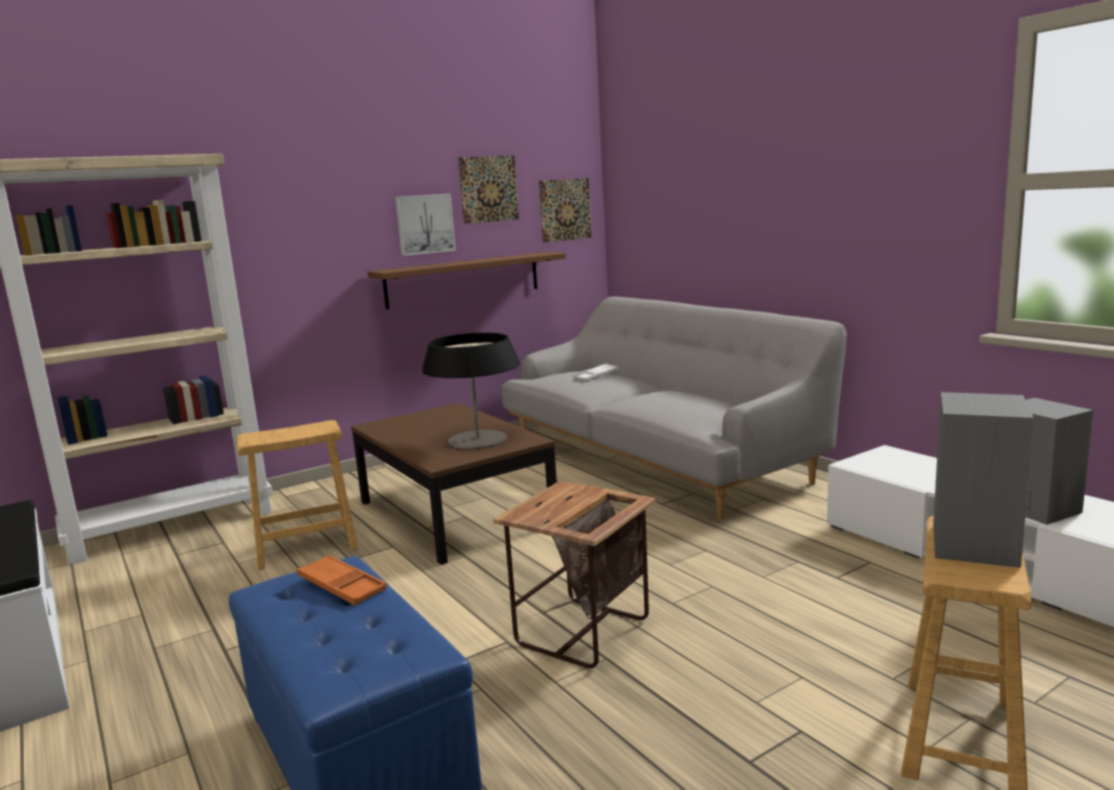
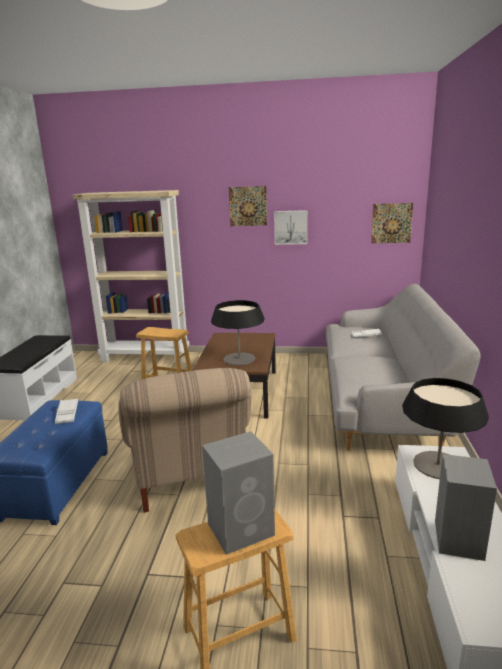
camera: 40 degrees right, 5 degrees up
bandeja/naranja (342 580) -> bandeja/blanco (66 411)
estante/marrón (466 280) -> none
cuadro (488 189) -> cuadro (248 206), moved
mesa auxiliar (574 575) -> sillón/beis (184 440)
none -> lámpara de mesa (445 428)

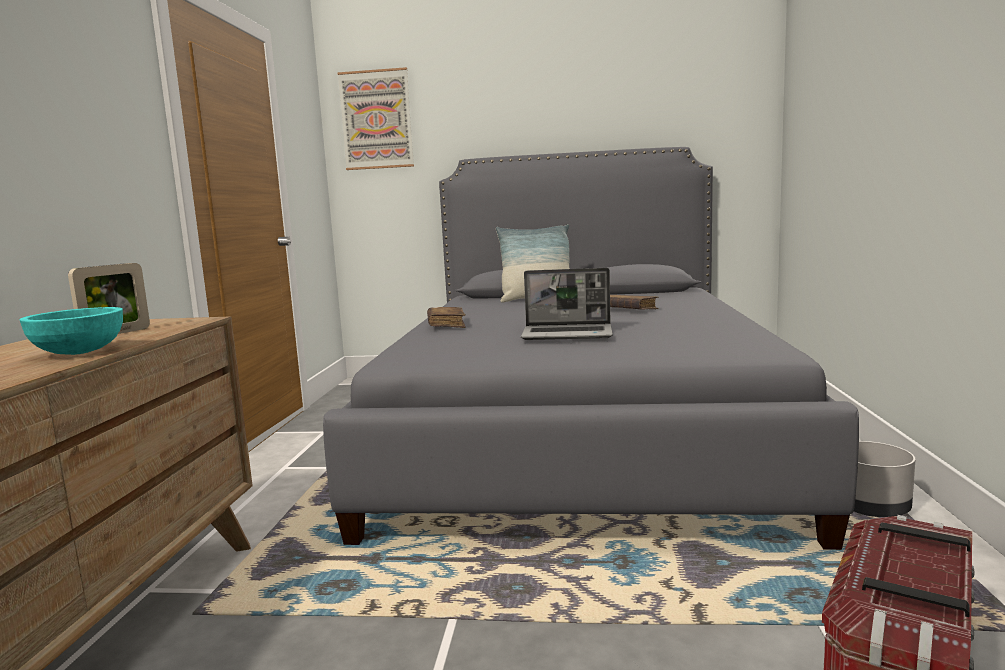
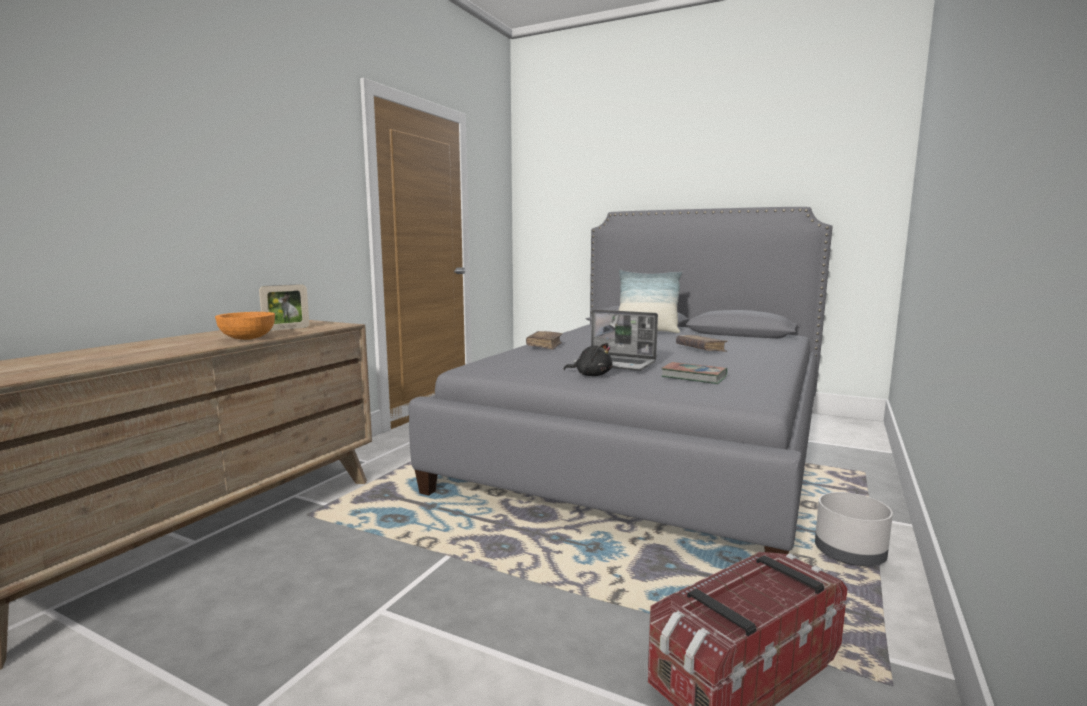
camera: 20 degrees right, 0 degrees up
cuenco/turquesa (71 331) -> cuenco/naranja (245 326)
cuadro (375 118) -> none
none -> peluche/negro (588 359)
none -> libro (694 373)

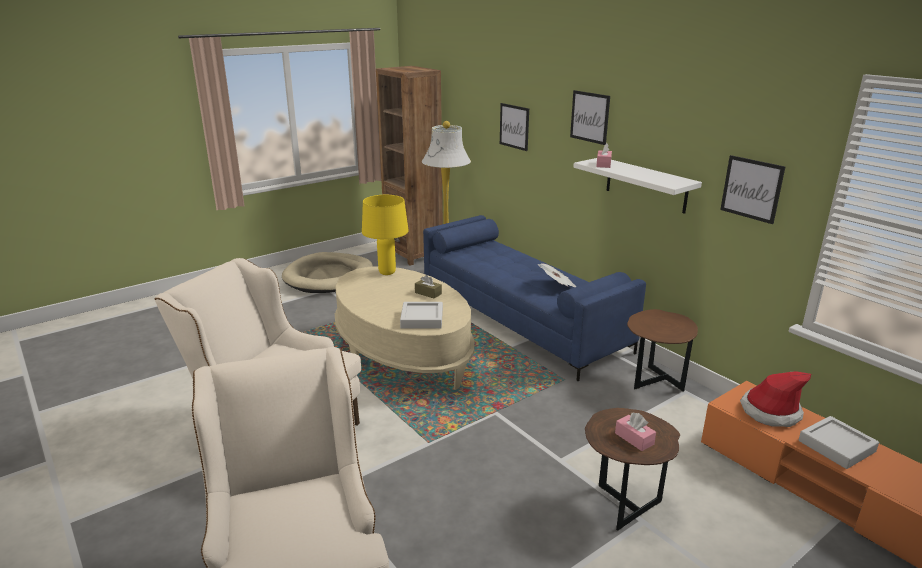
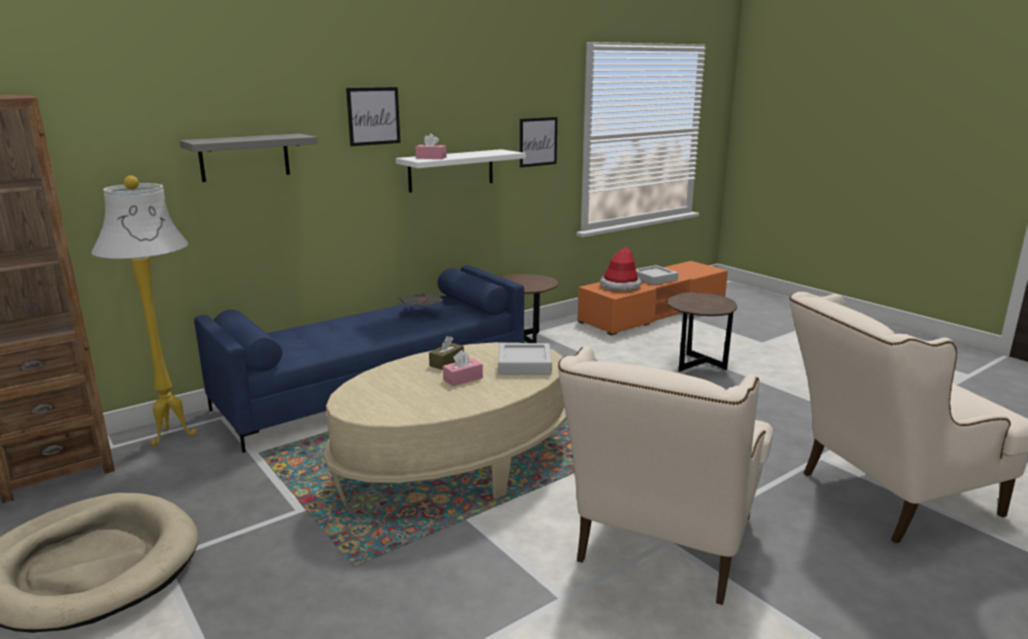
camera: 90 degrees left, 5 degrees down
lámpara de mesa/amarillo (385 235) -> none
cuadro (514 127) -> estante/gris (249 158)
caja de pañuelos/rosa (635 431) -> caja de pañuelos/rosa (463 368), moved

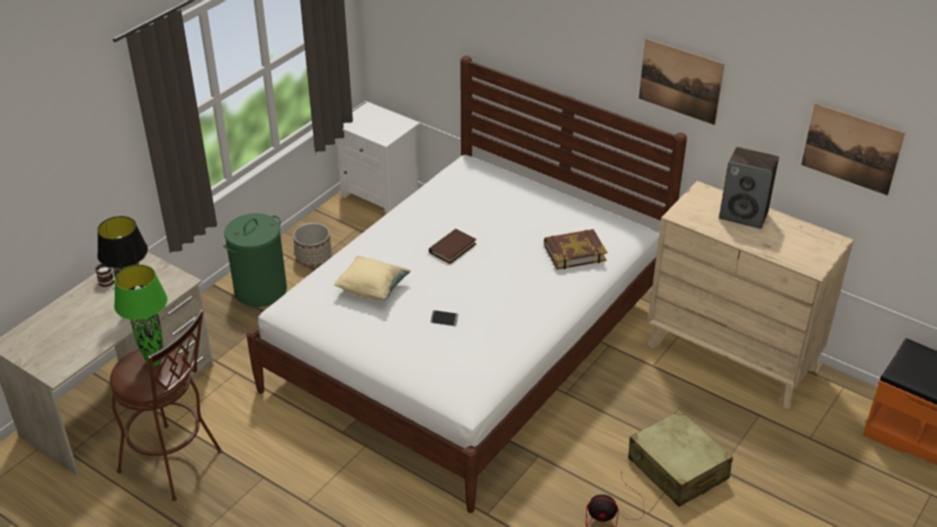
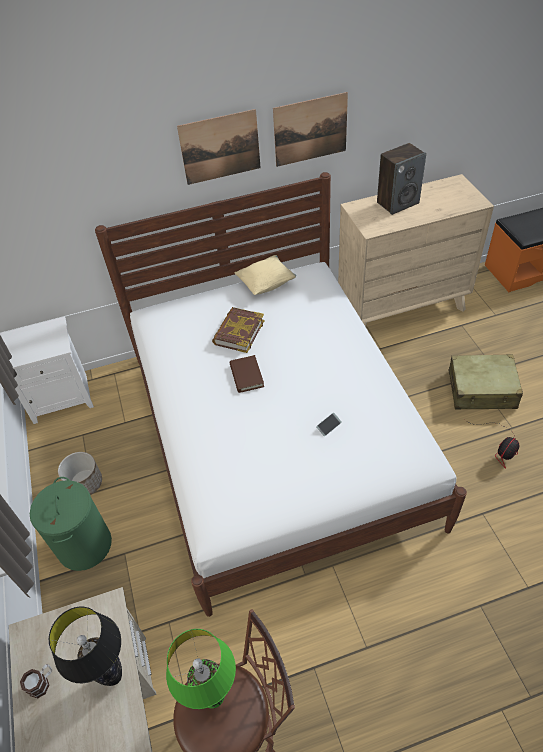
camera: 50 degrees left, 10 degrees up
cojín/beis (372 277) -> cojín/beis (265 275), moved
libro (575 249) -> libro (238 330), moved
cuadro (853 149) -> cuadro (219 147), moved

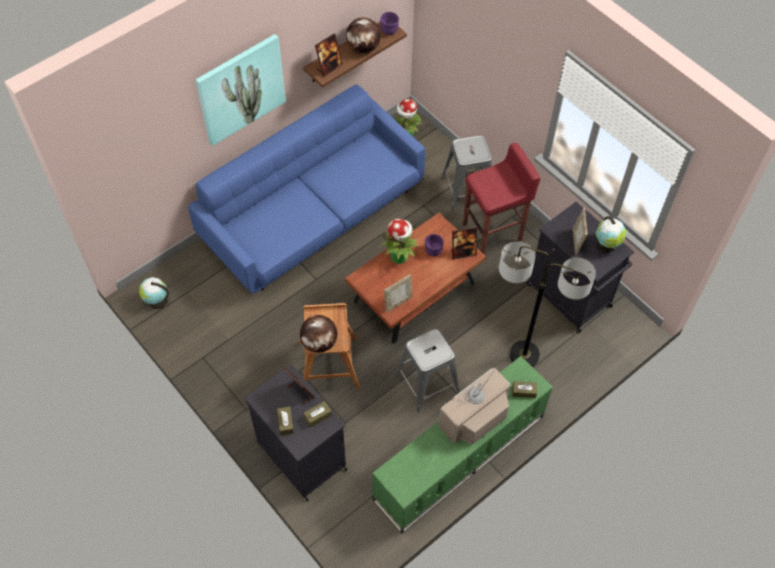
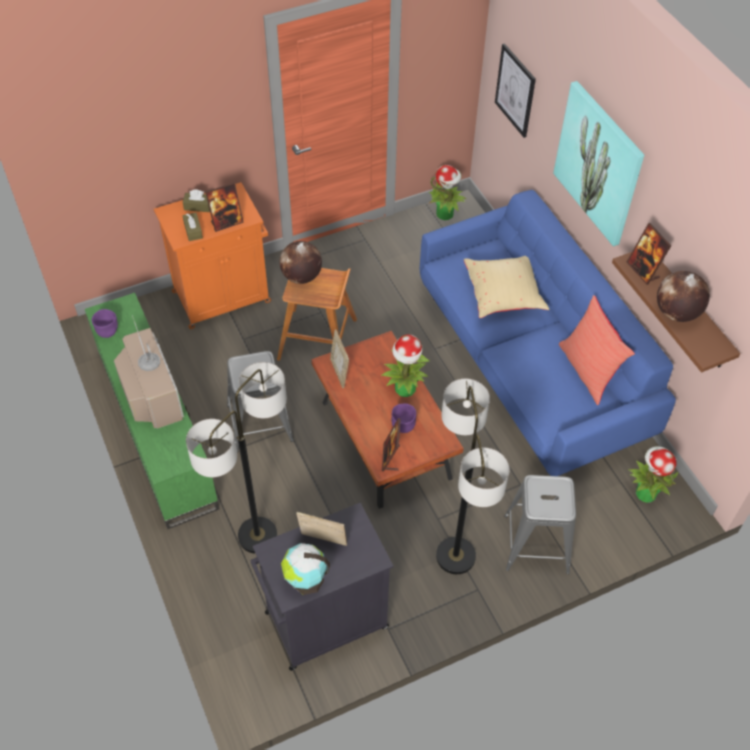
camera: 105 degrees right, 5 degrees down
globo terráqueo (154 293) -> planta en maceta (447 192)
armario/negro (295 432) -> armario/naranja (212 255)
cuenco/morado (389 23) -> cuenco/morado (105 323), moved
taburete/rojo (501 198) -> lámpara de pie (473 476)
caja de pañuelos/marrón (524 389) -> none
none -> cojín/beis (506 287)
none -> cuadro (515 90)
none -> cojín/rojo (597 350)

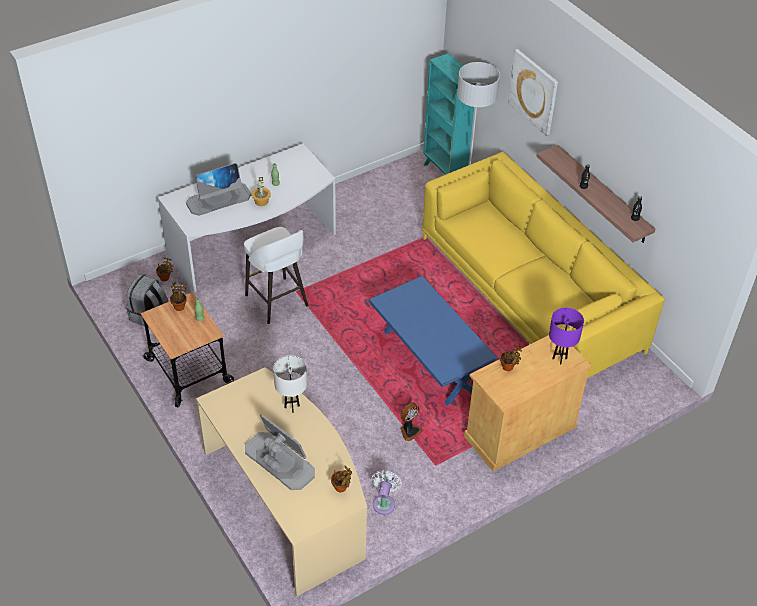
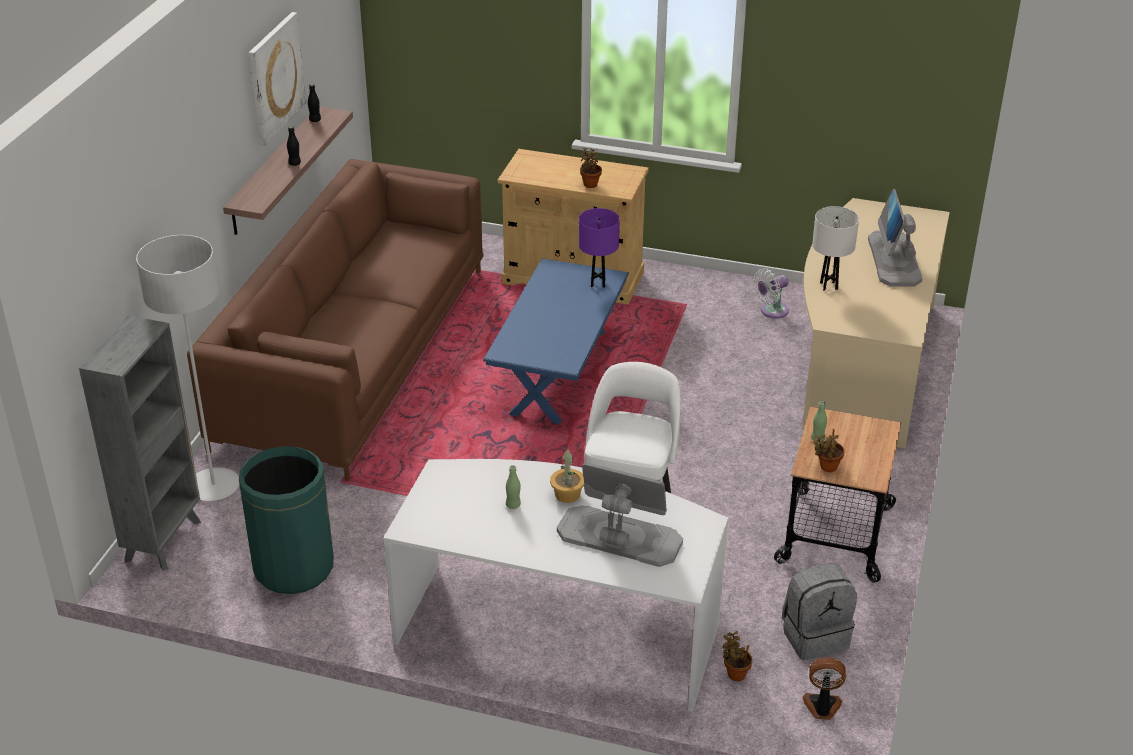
camera: 130 degrees left, 10 degrees down
planta en maceta (341 479) -> none
ventilador (411 422) -> ventilador (824 688), moved
sofá/amarillo (543 265) -> sofá/marrón (335 320)
estantería/turquesa (450 114) -> estantería/gris (140 443)
cuadro (533 92) -> cuadro (277 79), moved
lámpara de mesa/morado (566 336) -> lámpara de mesa/morado (599 248), moved
none -> papelera/verde (286 520)

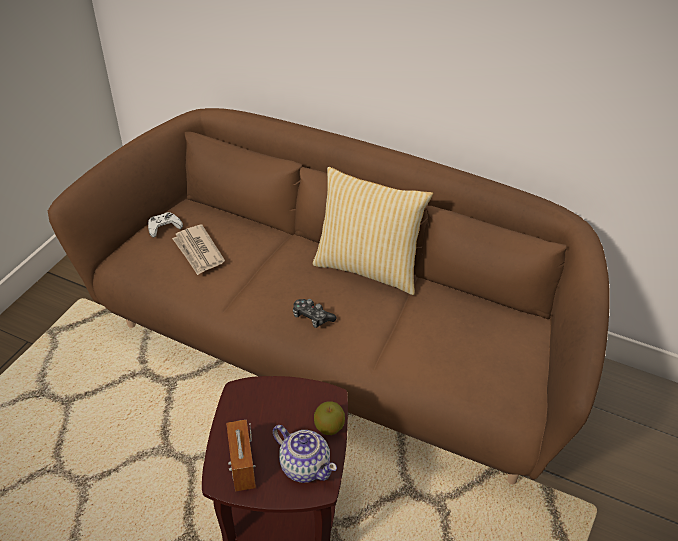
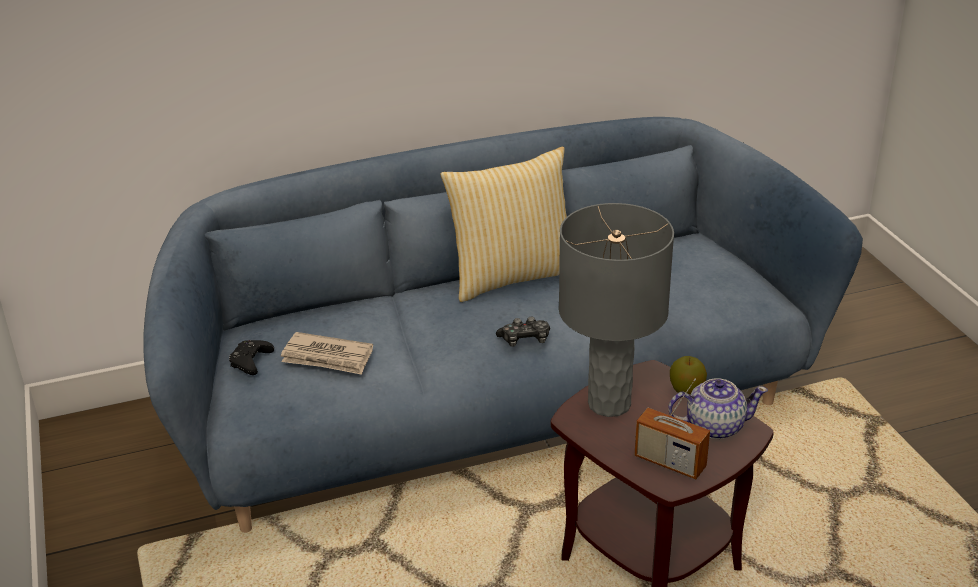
camera: 45 degrees left, 10 degrees down
sofá/marrón (329 296) -> sofá/azul (503 325)
mando de consola/blanco (165 224) -> mando de consola/negro (251 357)
none -> lámpara de mesa/gris (616 310)

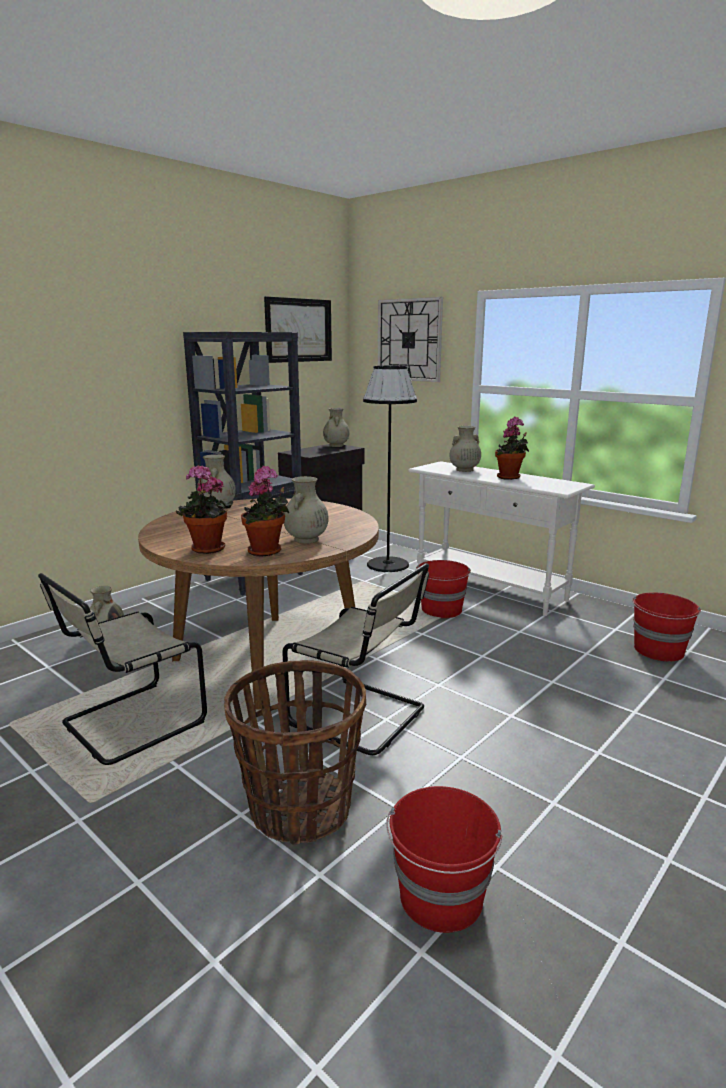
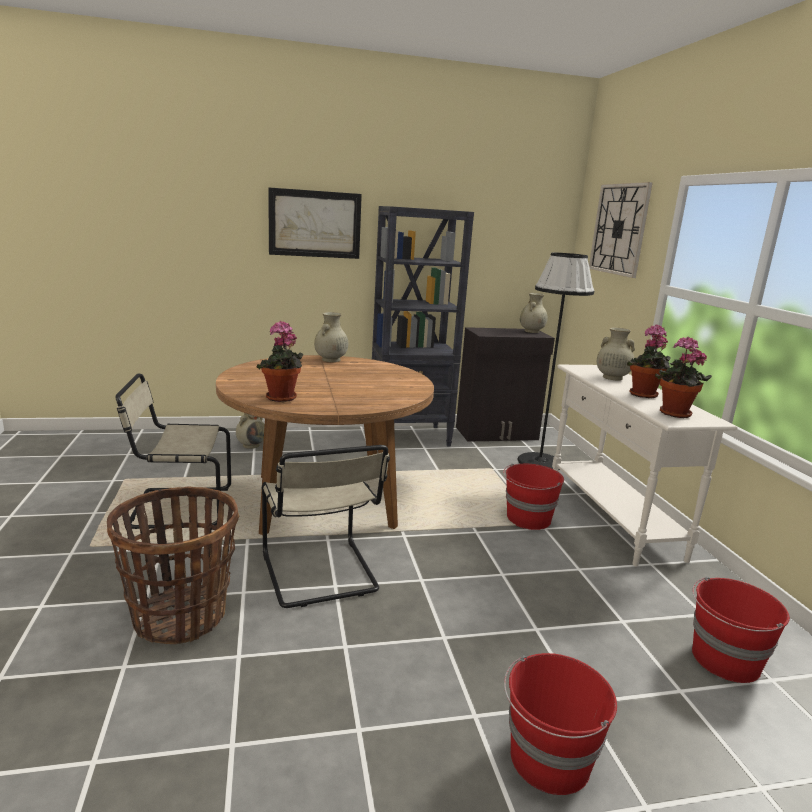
camera: 35 degrees right, 0 degrees up
planta en maceta (204 509) -> planta en maceta (683 377), moved
cuadro (298 329) -> cuadro (315 223), moved
florero/beis (306 510) -> none
cubo/rojo (444 859) -> cubo/rojo (560 724), moved

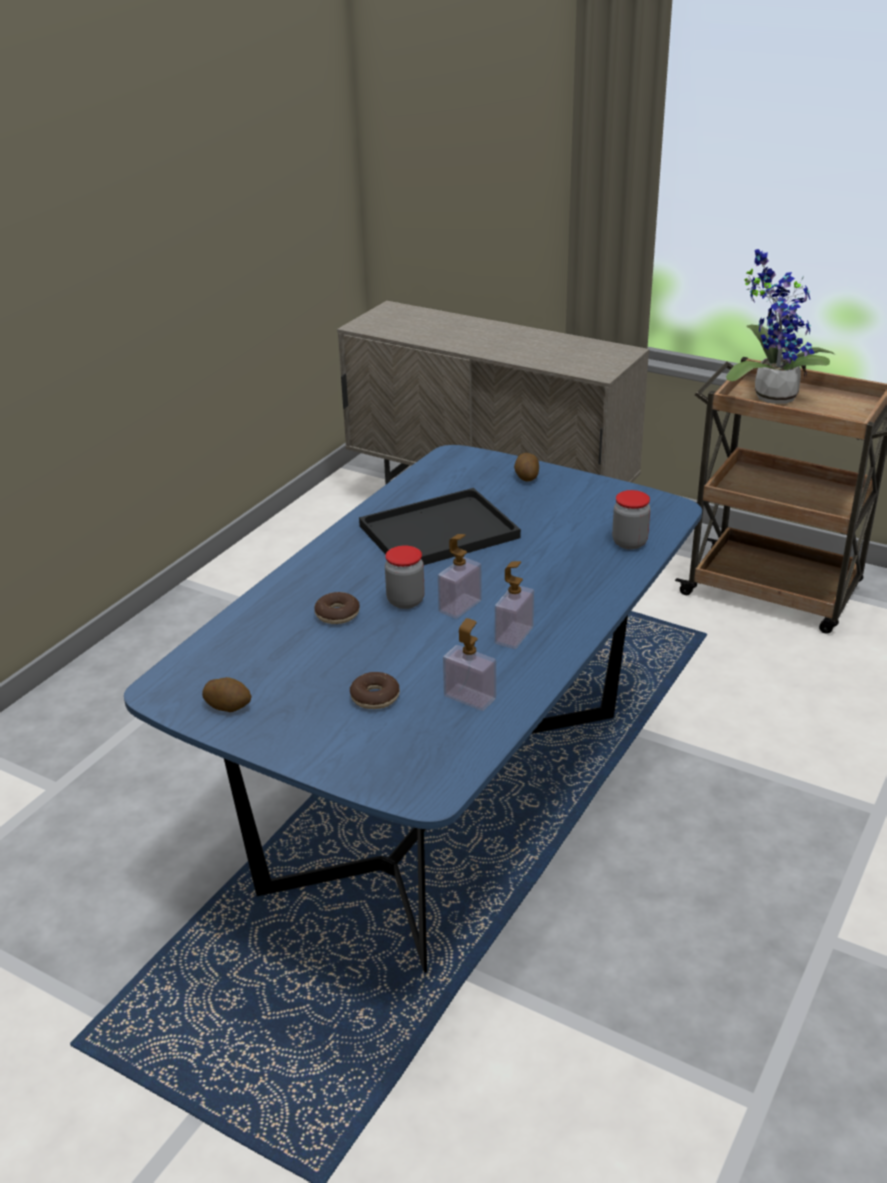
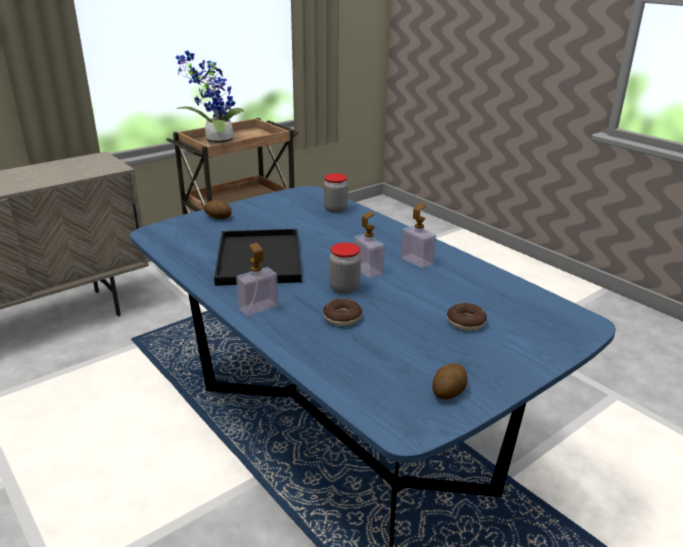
camera: 70 degrees left, 5 degrees down
dispensador de jabón (469 664) -> dispensador de jabón (257 279), moved

